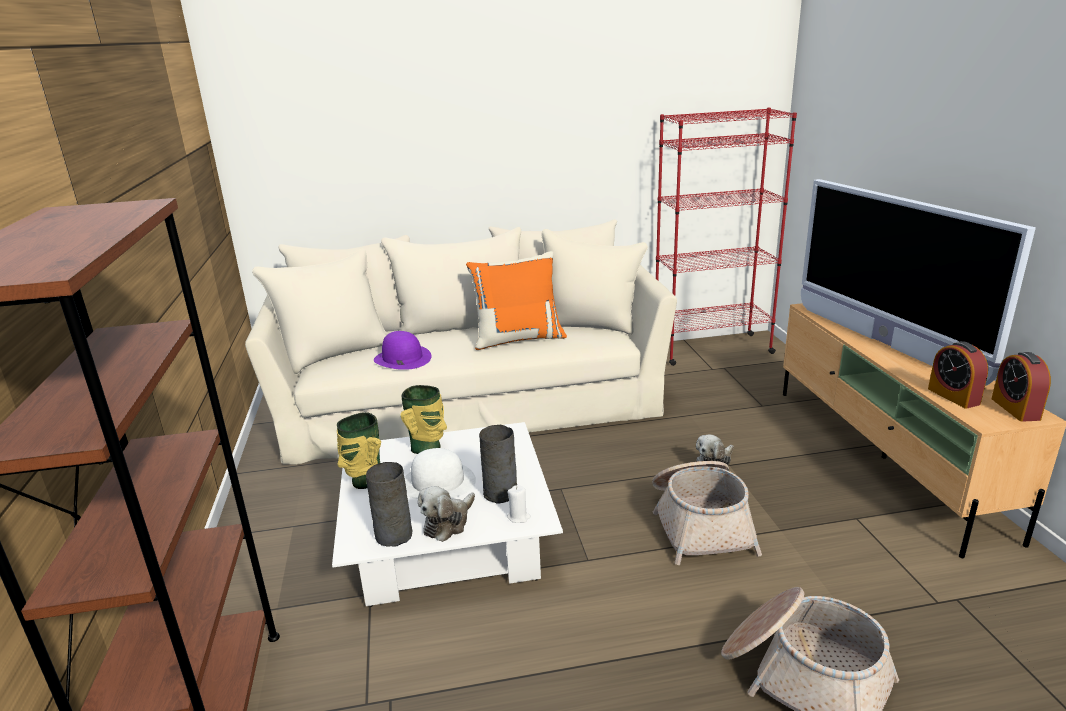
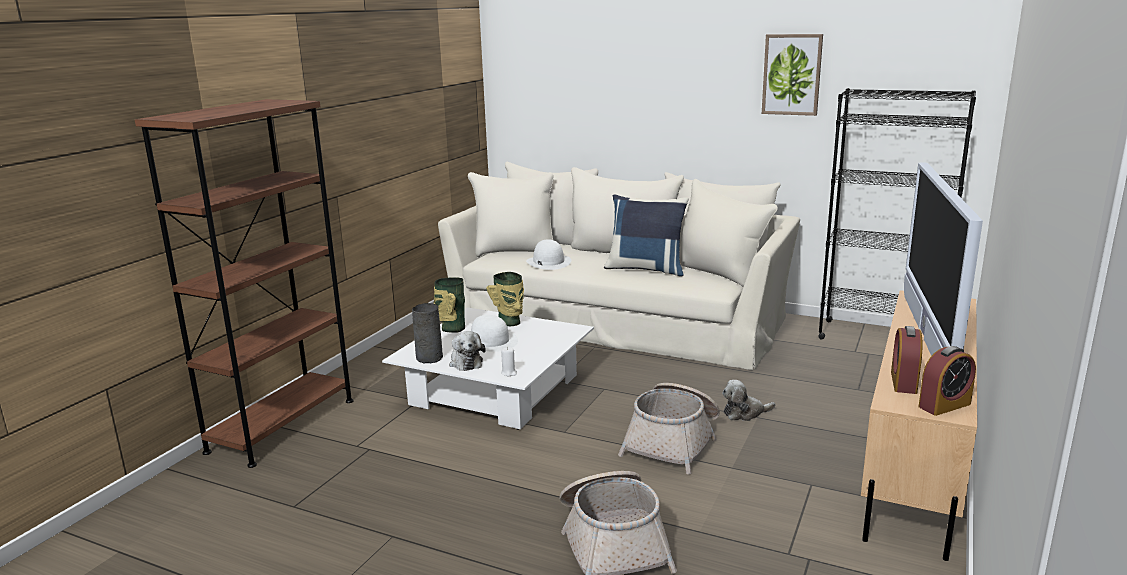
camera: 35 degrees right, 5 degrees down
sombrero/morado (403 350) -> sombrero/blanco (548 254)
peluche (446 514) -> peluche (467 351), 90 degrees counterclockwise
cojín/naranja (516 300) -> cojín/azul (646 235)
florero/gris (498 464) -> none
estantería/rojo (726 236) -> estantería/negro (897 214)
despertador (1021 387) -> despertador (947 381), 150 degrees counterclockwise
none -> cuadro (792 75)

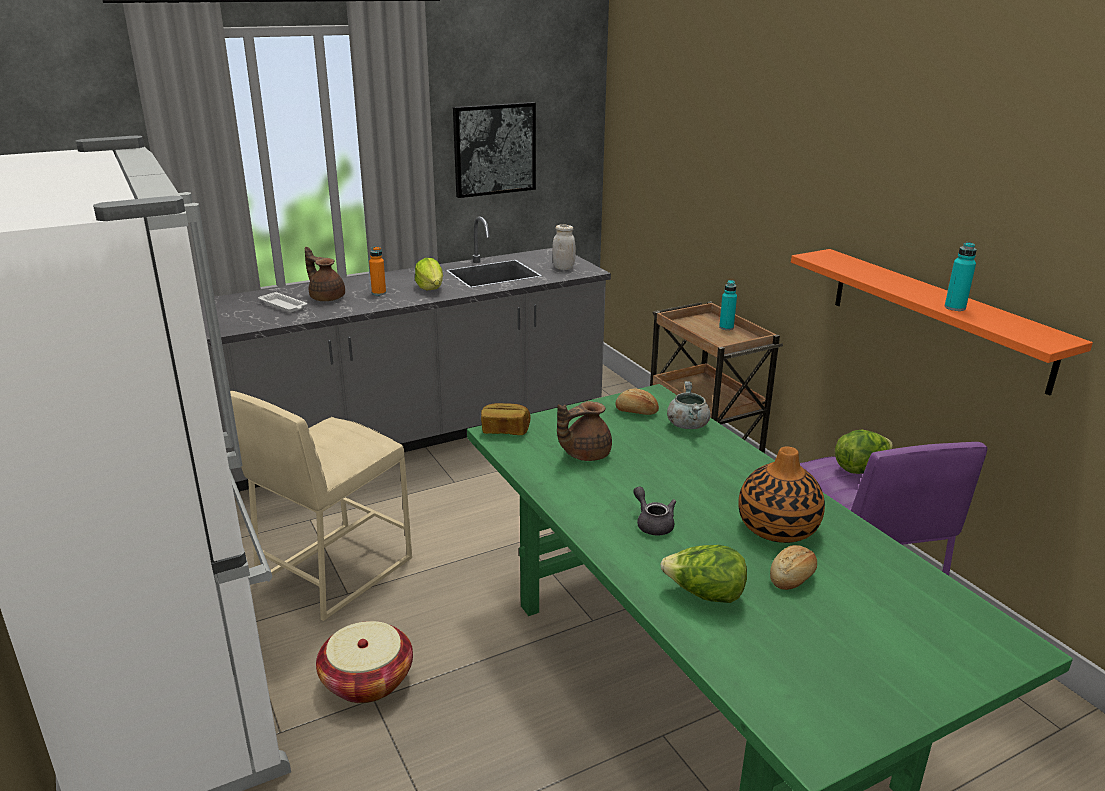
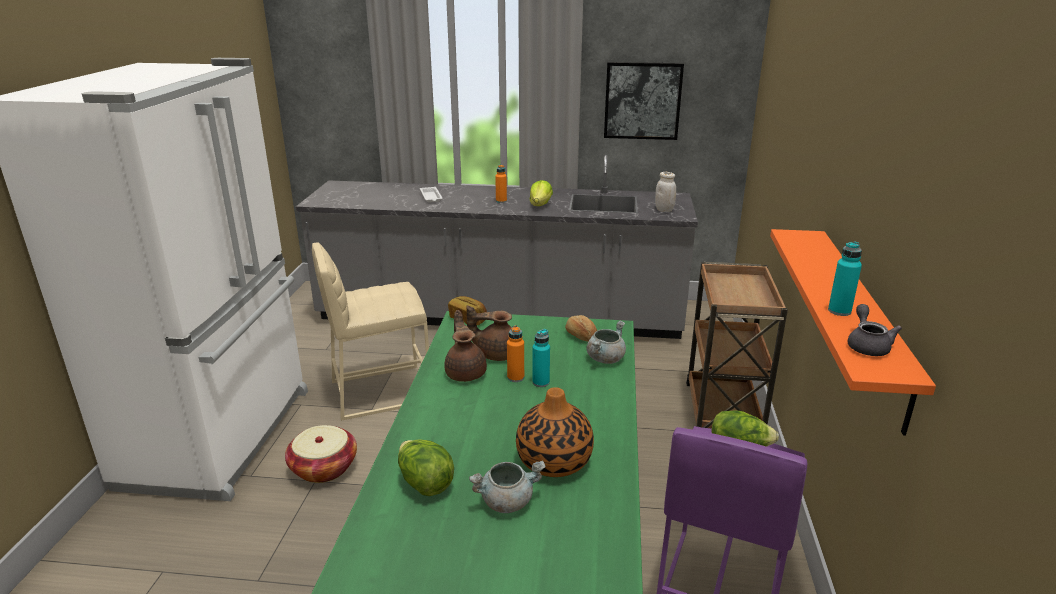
camera: 35 degrees right, 0 degrees up
tetera/marrón (325 274) -> tetera/marrón (465 346), moved
tetera/gris (654 510) -> tetera/gris (875 330), moved
botella/turquesa (728 305) -> botella/turquesa (541 358), moved
pan (793 567) -> olla/gris (507 486)
none -> botella/naranja (515 353)

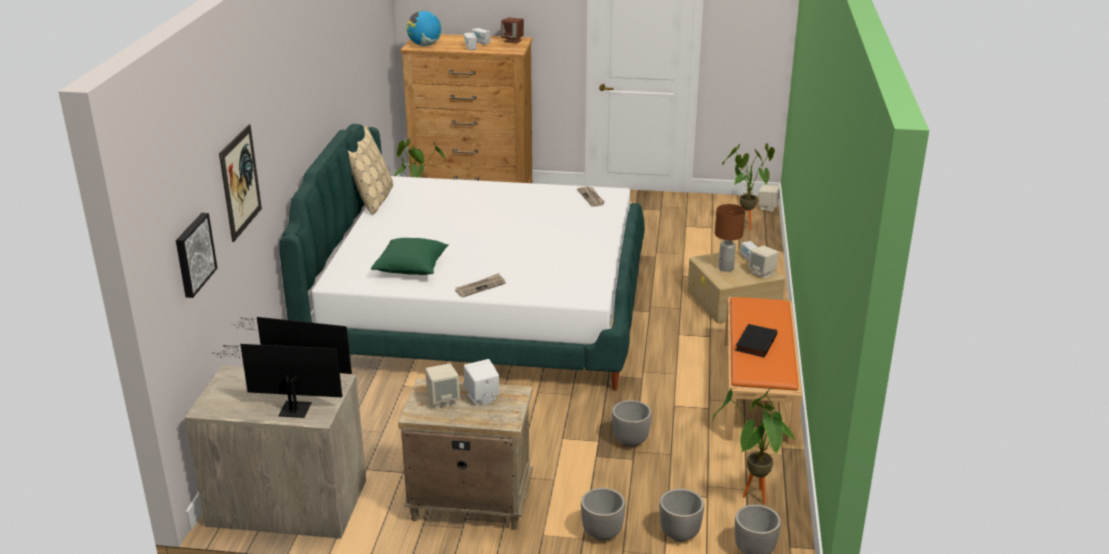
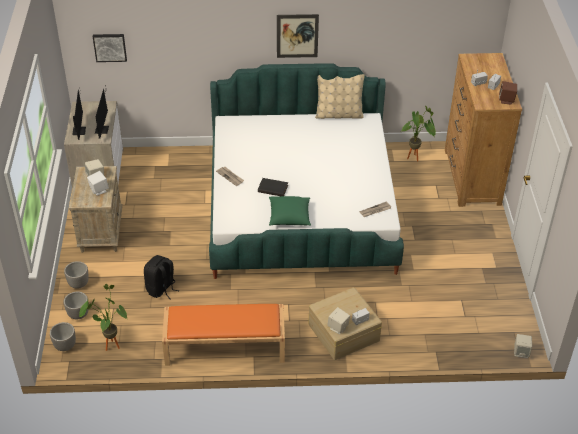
camera: 80 degrees right, 15 degrees up
cuadro (240 183) -> cuadro (298 36), moved
cojín/verde (410 256) -> cojín/verde (290 211), moved
globo terráqueo (424 28) -> none
maceta (632 423) -> mochila/negro (161 277)
lámpara de mesa/marrón (730 238) -> none
planta en maceta (748 186) -> none
libro/negro (756 340) -> libro/negro (273 187), moved

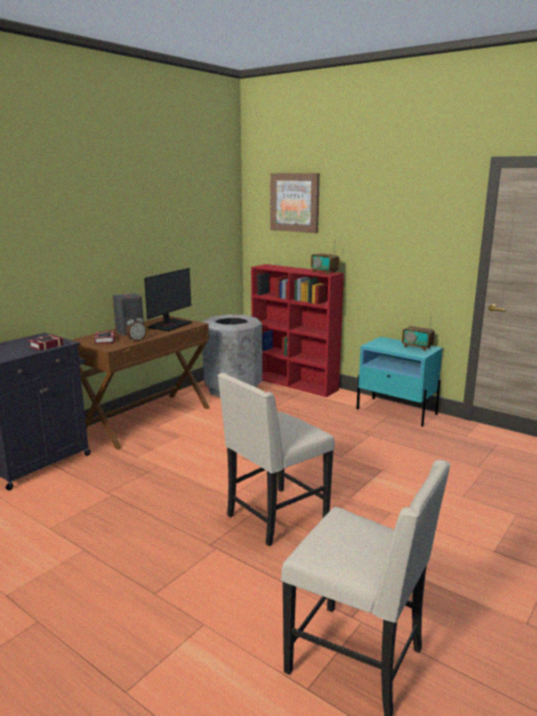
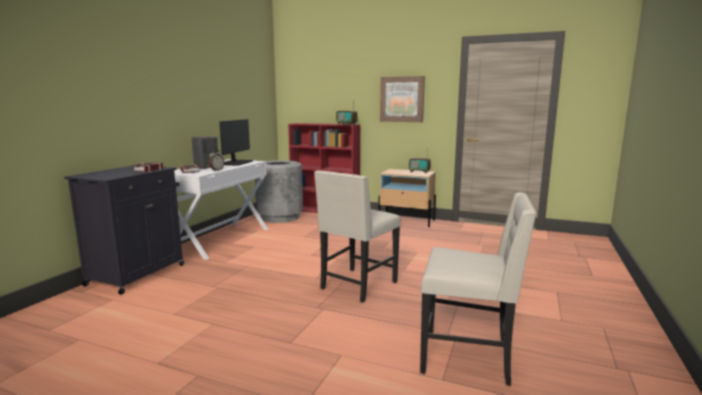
camera: 15 degrees left, 5 degrees down
escritorio/marrón (141 383) -> escritorio/blanco (221 209)
cuadro (295 203) -> cuadro (402 99), moved
mesita de noche/turquesa (399 382) -> mesita de noche/beis (407 198)

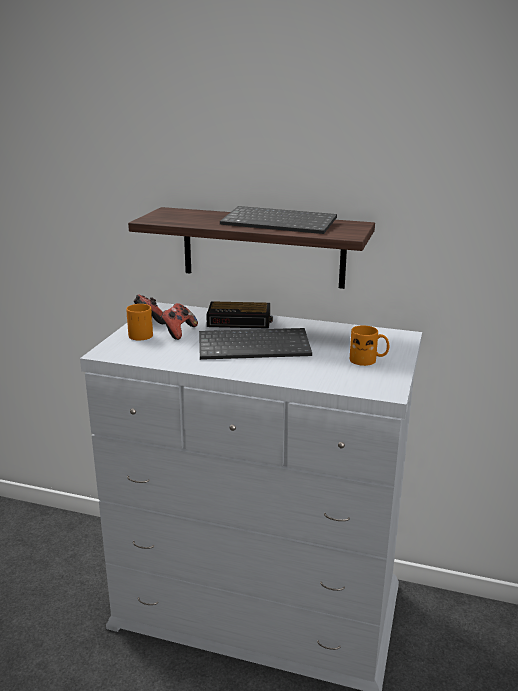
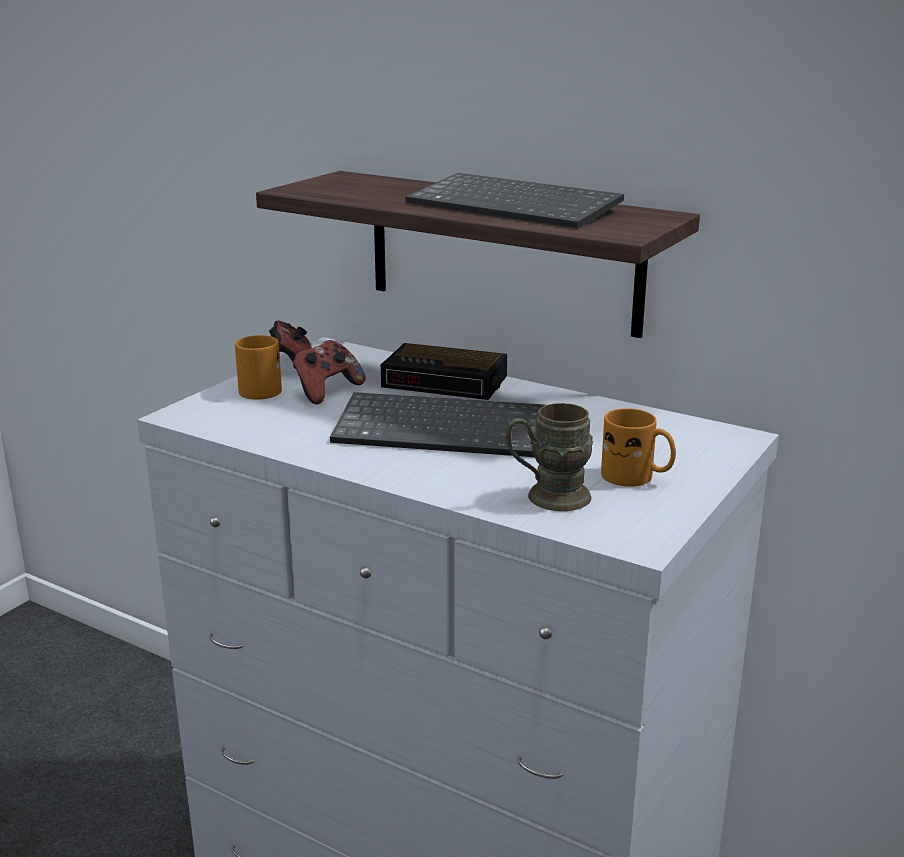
camera: 15 degrees right, 0 degrees up
none -> taza grande/marrón (549 457)

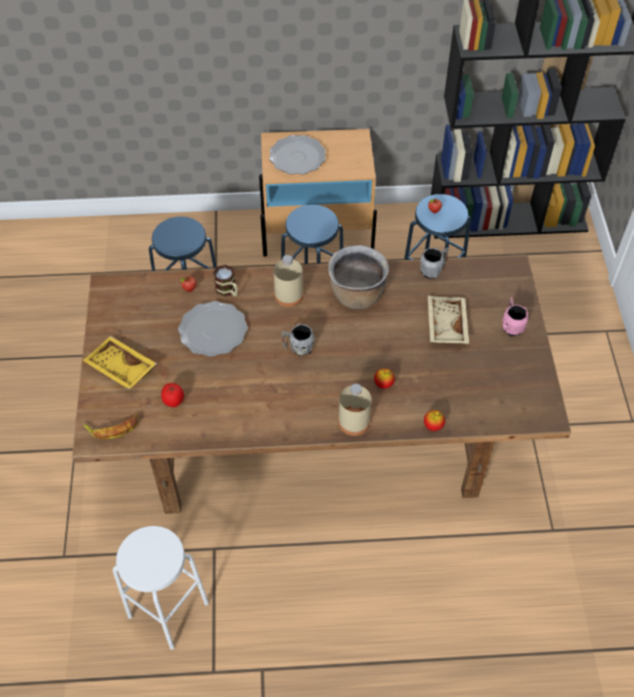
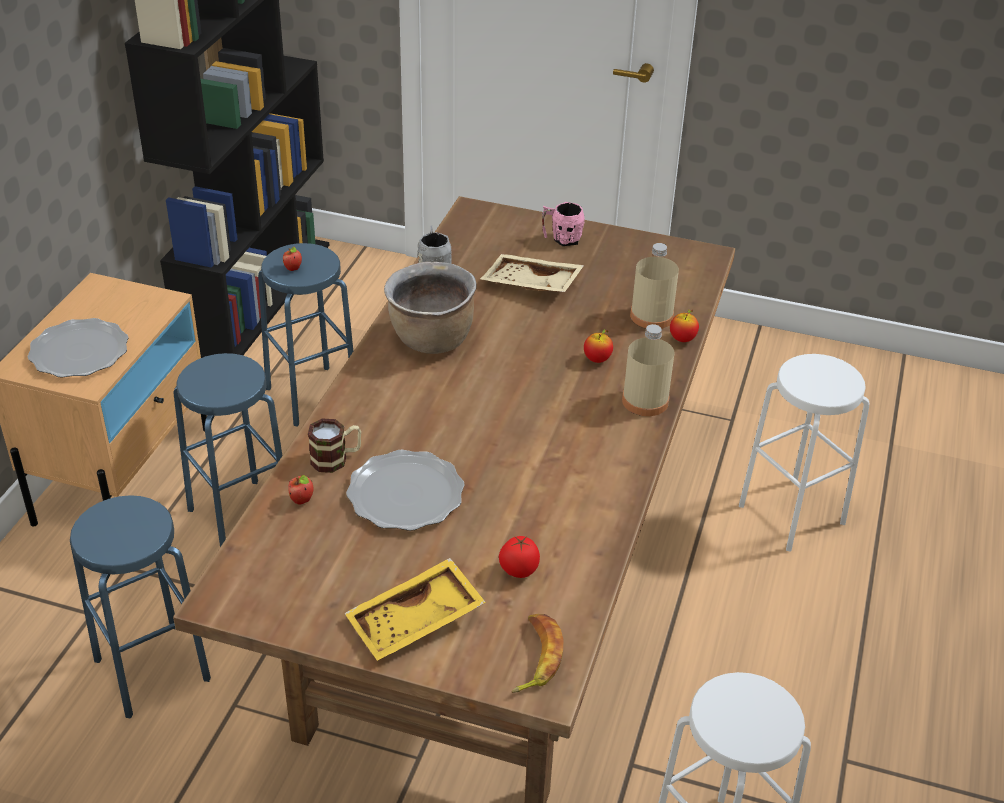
camera: 70 degrees left, 15 degrees down
botella/beis (289 281) -> botella/beis (654 286), moved
taza grande/gris (298 340) -> none
none -> taburete/blanco (804 453)

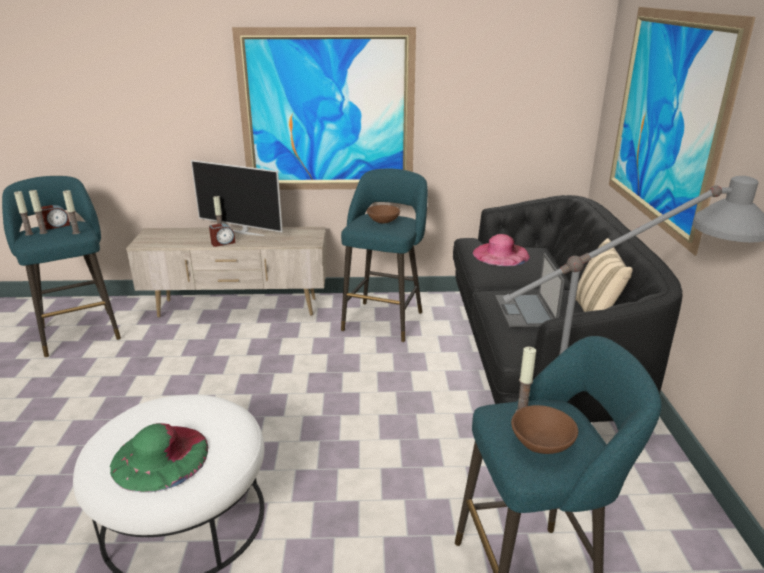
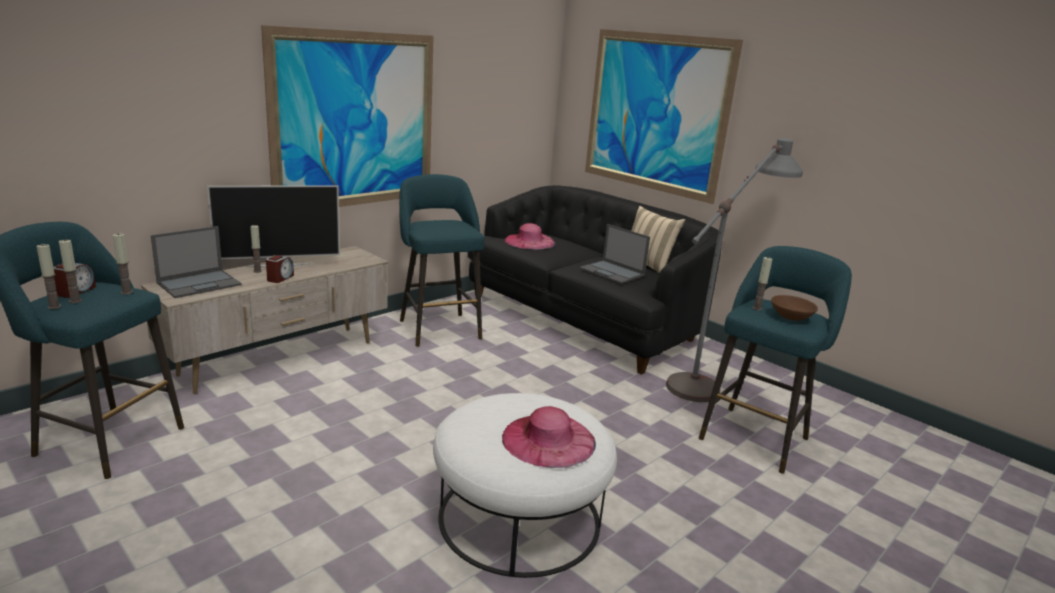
camera: 45 degrees left, 5 degrees down
sombrero/verde (159 457) -> sombrero/rosa (549 437)
cuenco/marrón (383 214) -> none
none -> portátil (196 262)

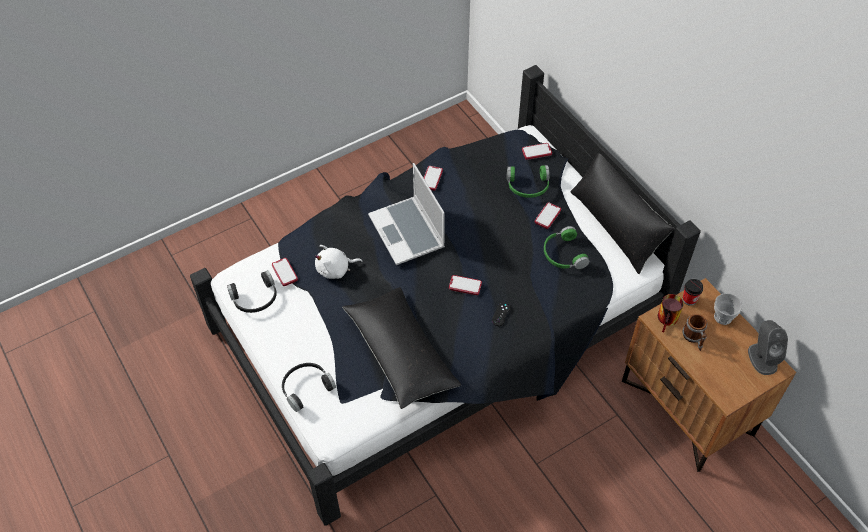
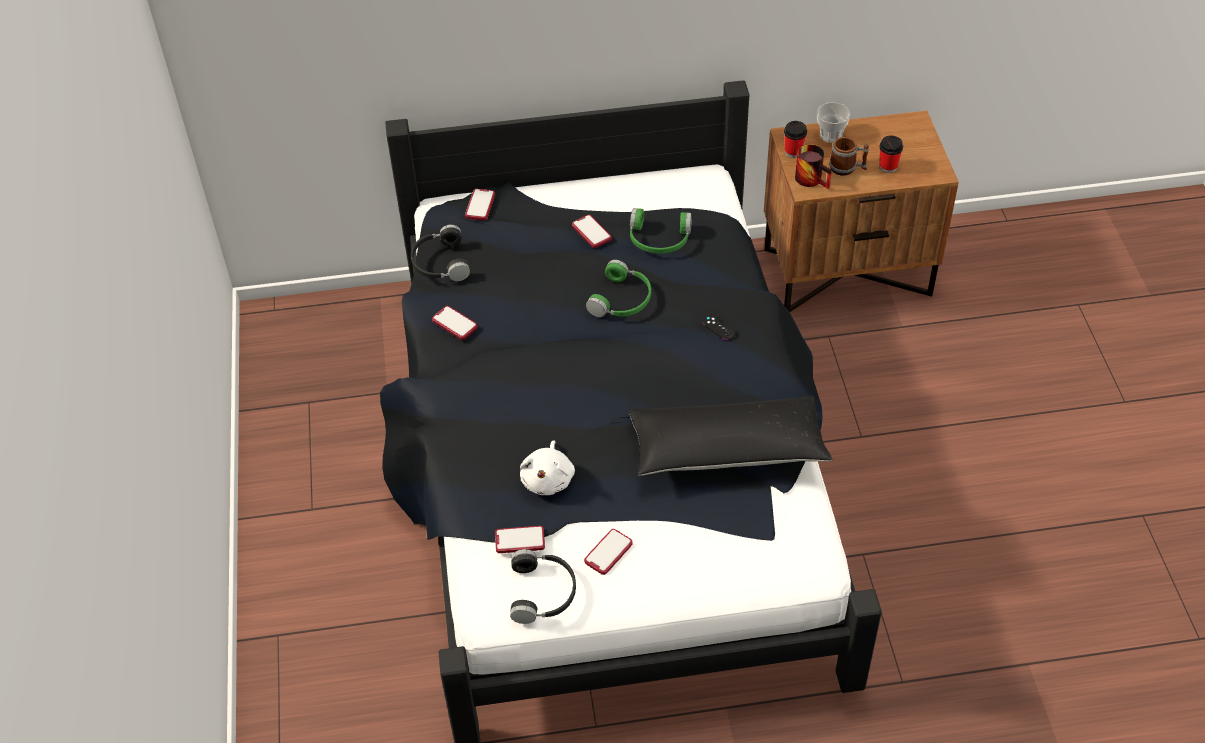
camera: 65 degrees left, 5 degrees down
auriculares/negro (309 387) -> auriculares/negro (440 253), moved
portátil (406 214) -> none
móvil (465 285) -> móvil (608 552), moved
auriculares/verde (528 181) -> auriculares/verde (618 288), moved
cojín/negro (622 213) -> none
altavoz/gris (768 347) -> none
none -> taza (891 154)

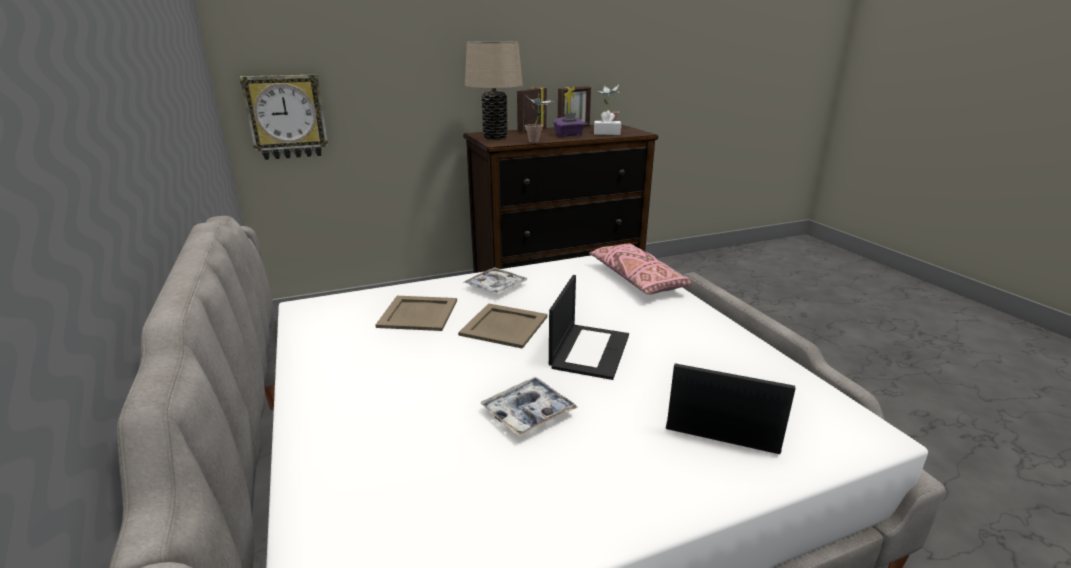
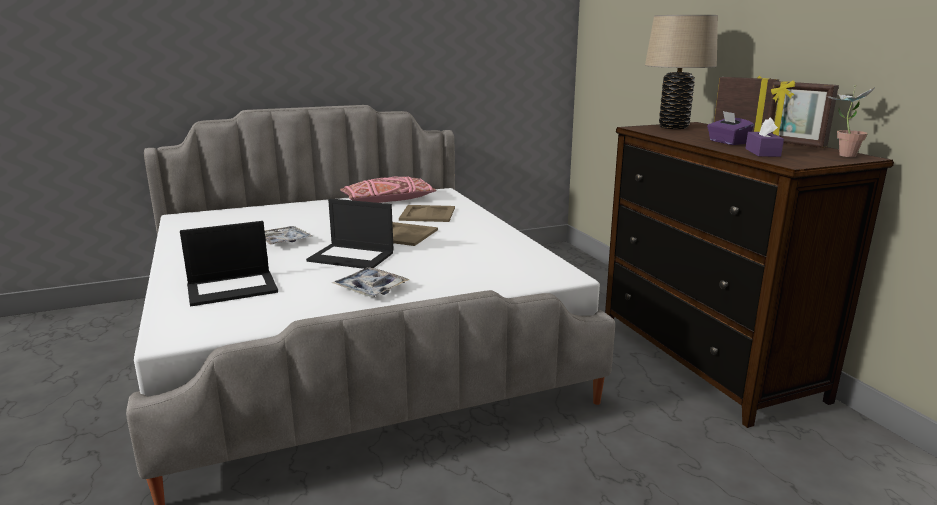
camera: 90 degrees right, 5 degrees down
reloj de pared (284 117) -> none
bandeja (495 281) -> bandeja (371 282), moved
planta en maceta (539 118) -> none
cojín/rosa (640 269) -> cojín/rosa (388 189), moved
caja de pañuelos/blanco (607 122) -> caja de pañuelos/morado (764 137)
portátil (730 409) -> portátil (229 263), 45 degrees clockwise

